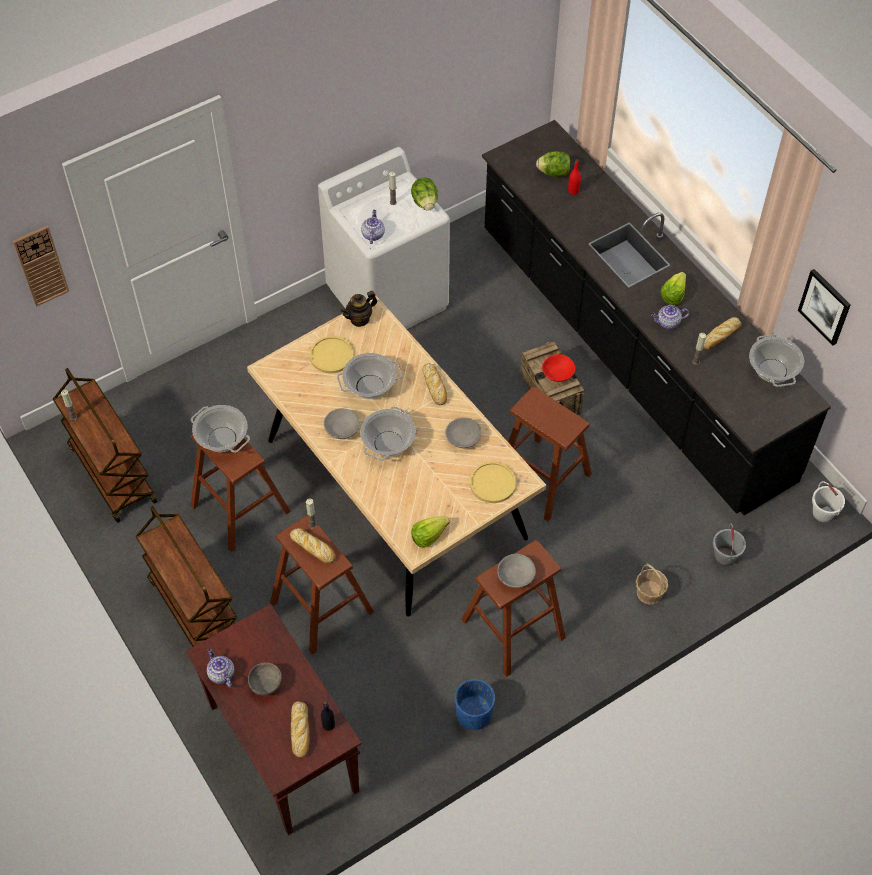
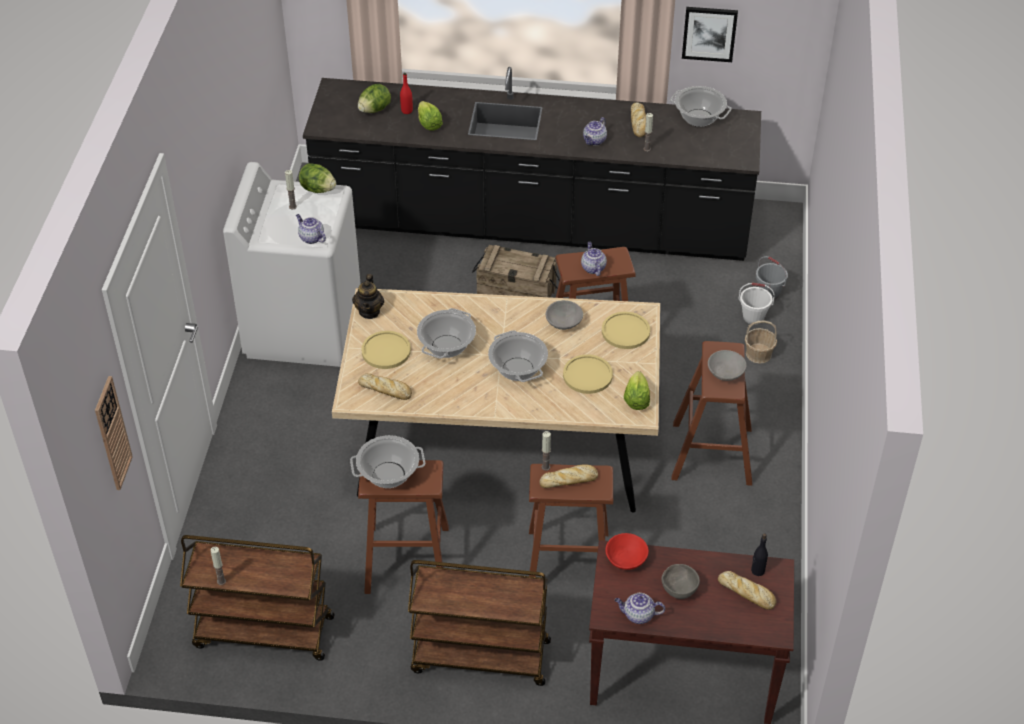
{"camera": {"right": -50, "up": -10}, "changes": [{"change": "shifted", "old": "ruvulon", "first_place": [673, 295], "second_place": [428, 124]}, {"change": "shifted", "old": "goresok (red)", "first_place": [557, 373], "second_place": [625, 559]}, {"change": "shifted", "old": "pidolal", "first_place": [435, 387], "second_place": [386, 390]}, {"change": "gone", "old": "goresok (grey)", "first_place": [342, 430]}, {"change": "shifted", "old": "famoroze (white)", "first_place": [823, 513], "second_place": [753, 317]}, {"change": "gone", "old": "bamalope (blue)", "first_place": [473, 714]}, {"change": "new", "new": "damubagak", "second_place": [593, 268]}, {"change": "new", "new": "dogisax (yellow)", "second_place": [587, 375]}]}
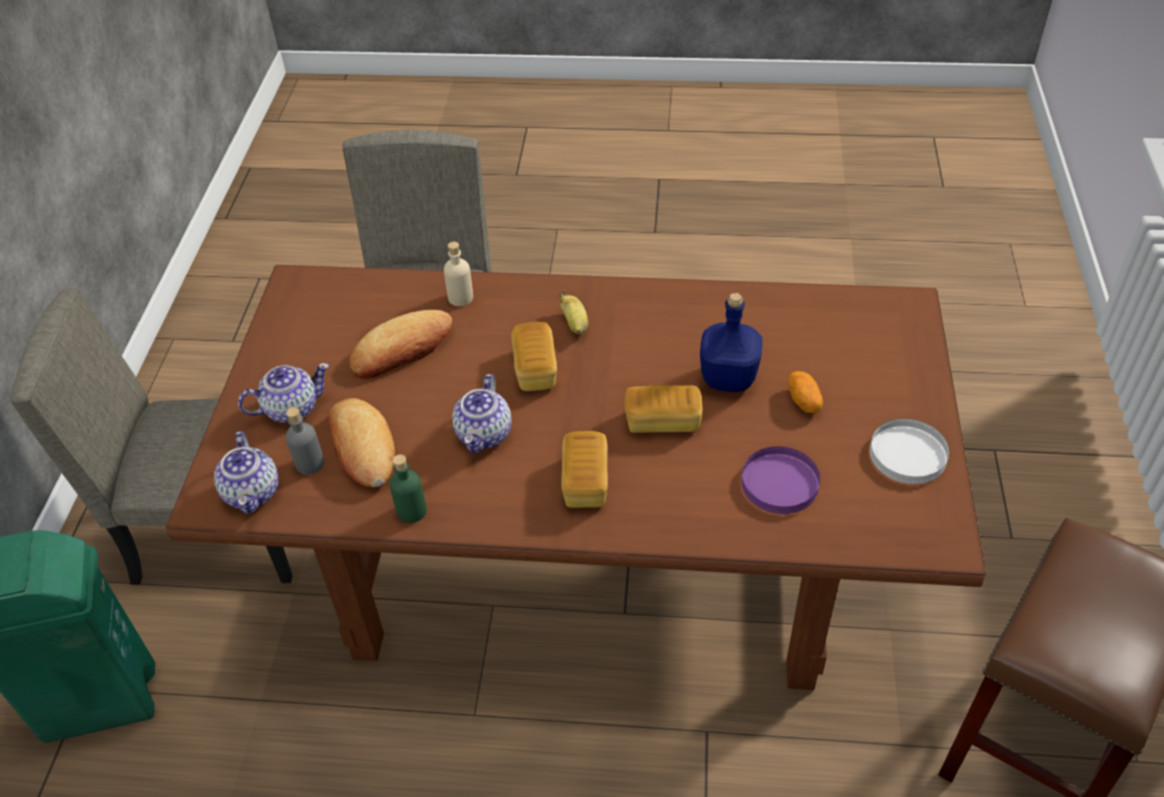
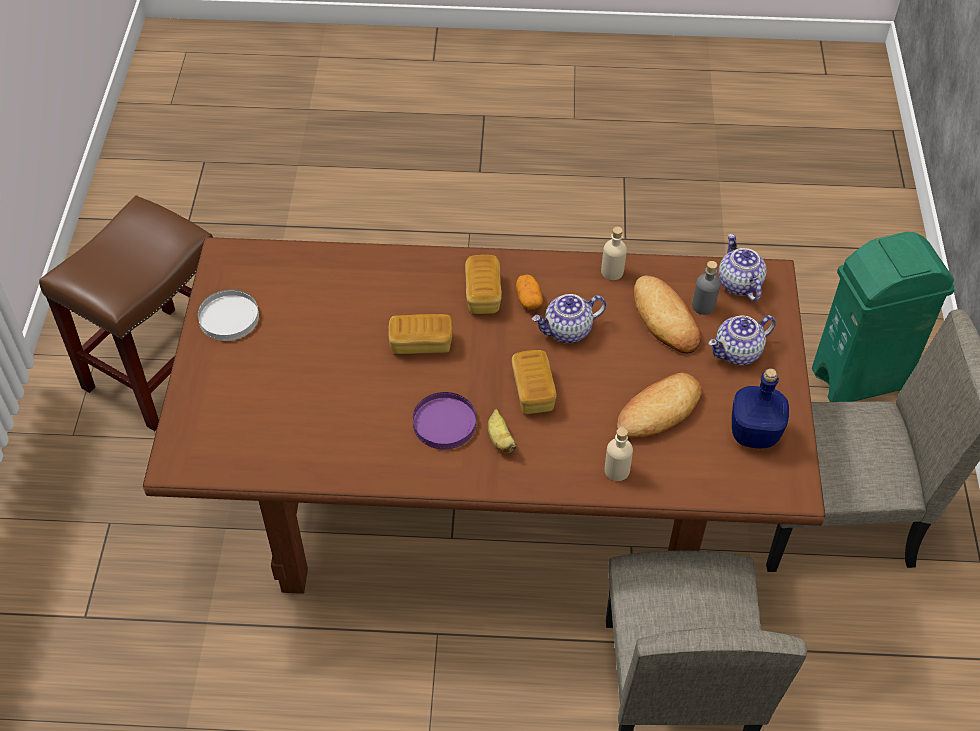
{"camera": {"right": 175, "up": 5}, "changes": [{"change": "shifted", "old": "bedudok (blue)", "first_place": [727, 378], "second_place": [755, 433]}, {"change": "shifted", "old": "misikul", "first_place": [804, 401], "second_place": [528, 299]}, {"change": "rotated", "old": "damubagak", "first_place": [484, 434], "second_place": [567, 331], "degrees": -120}, {"change": "shifted", "old": "dogisax (purple)", "first_place": [780, 482], "second_place": [444, 423]}, {"change": "repainted", "old": "bedudok (green)", "new": "bedudok (beige)", "first_place": [411, 511], "second_place": [612, 272]}]}
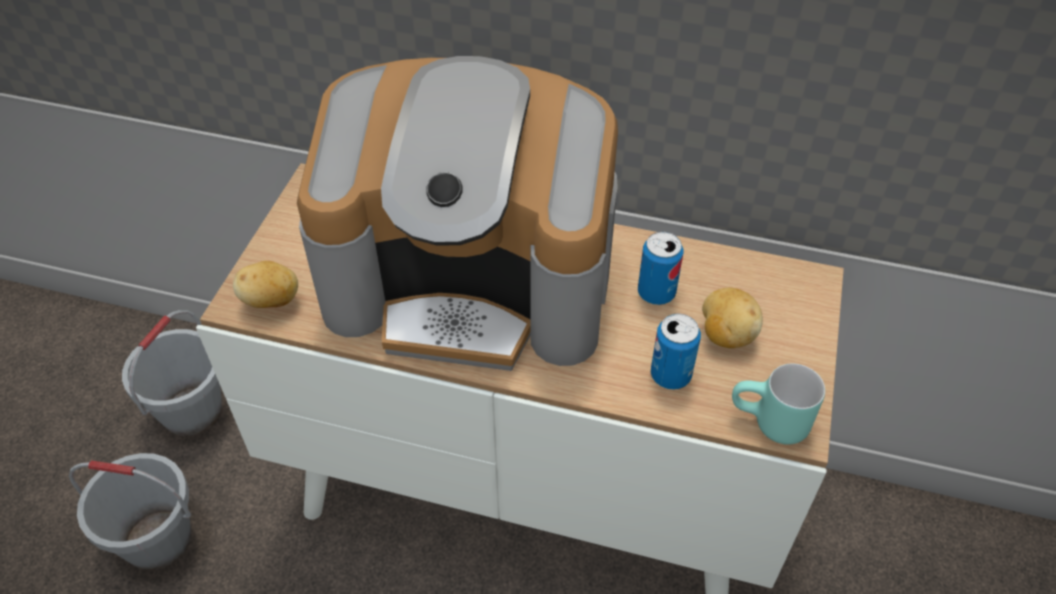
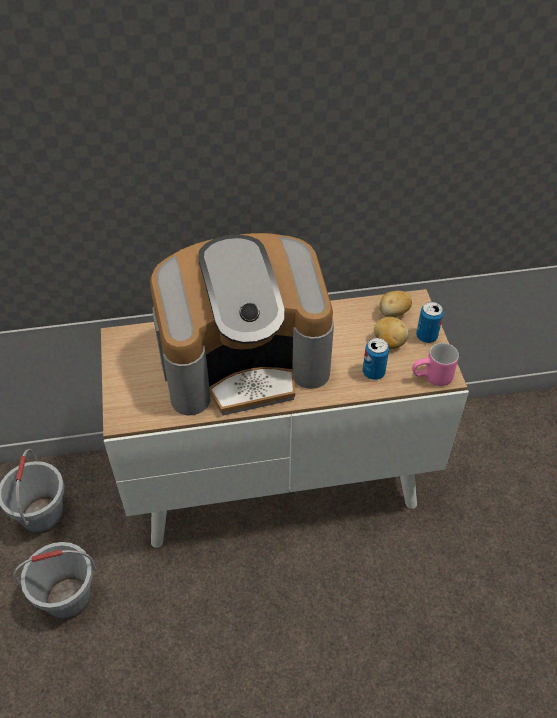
{"camera": {"right": -25, "up": 0}, "changes": [{"change": "shifted", "old": "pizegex", "first_place": [656, 293], "second_place": [426, 336]}, {"change": "shifted", "old": "misikul", "first_place": [271, 301], "second_place": [393, 313]}, {"change": "repainted", "old": "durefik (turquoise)", "new": "durefik (pink)", "first_place": [768, 425], "second_place": [432, 379]}]}
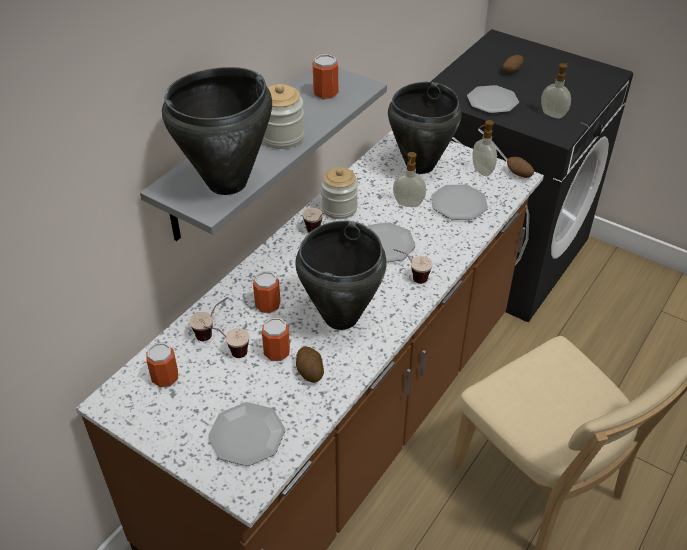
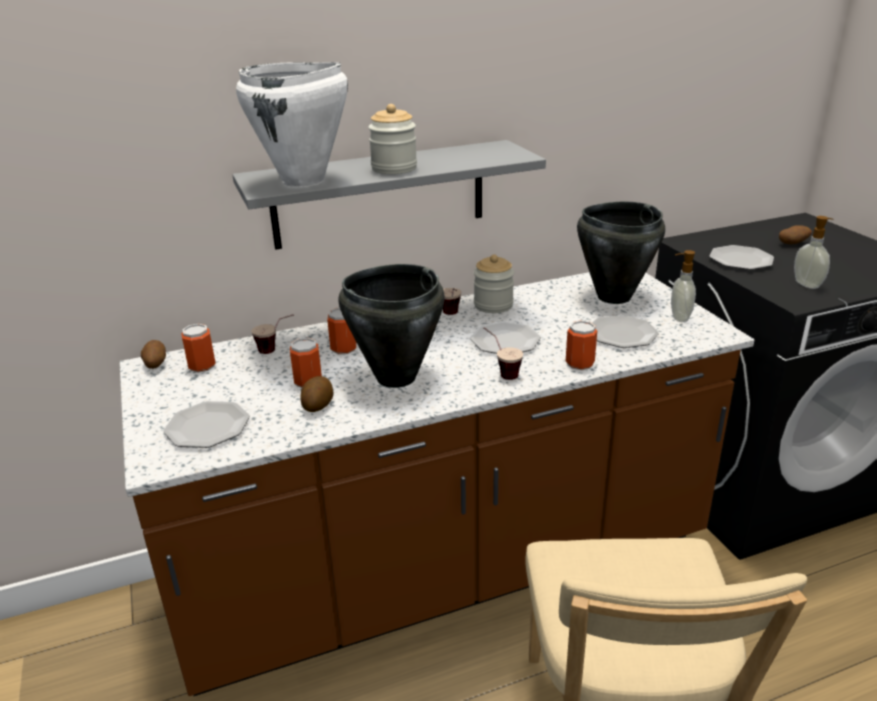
{"camera": {"right": 35, "up": -15}, "changes": [{"change": "shifted", "old": "pizegex", "first_place": [325, 93], "second_place": [579, 364]}, {"change": "repainted", "old": "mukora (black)", "new": "mukora (white)", "first_place": [228, 183], "second_place": [303, 181]}, {"change": "gone", "old": "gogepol", "first_place": [408, 204]}, {"change": "shifted", "old": "misikul", "first_place": [518, 174], "second_place": [155, 364]}, {"change": "gone", "old": "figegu", "first_place": [229, 352]}]}
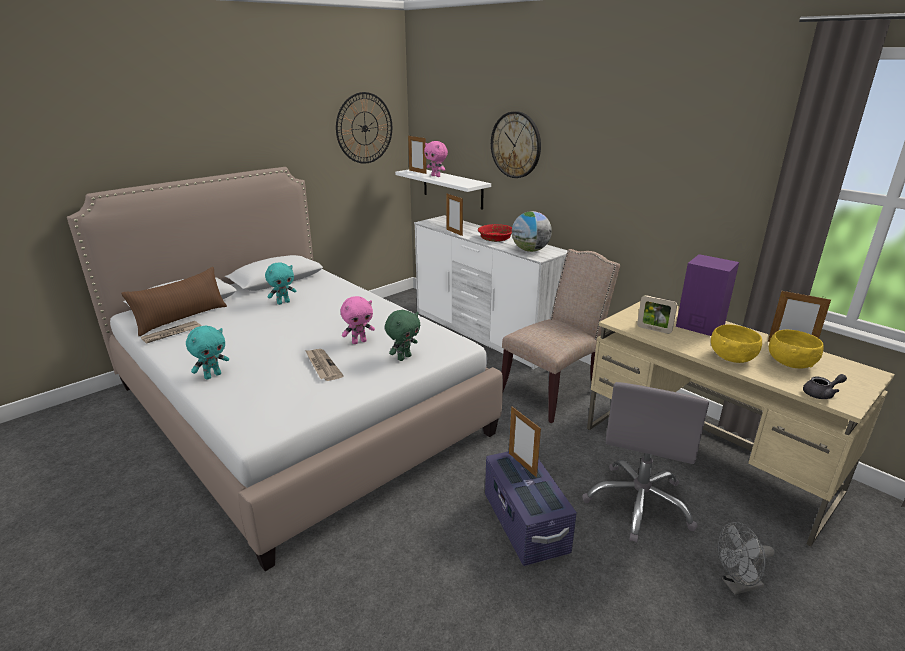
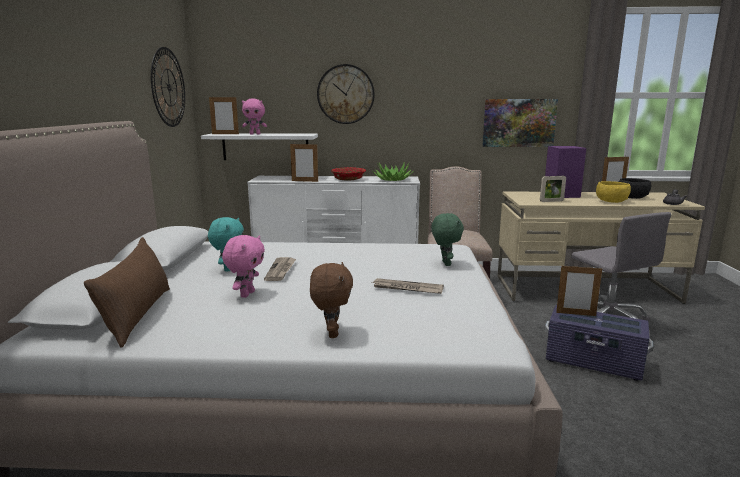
{"camera": {"right": -45, "up": -10}, "changes": [{"change": "swapped", "old": "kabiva", "new": "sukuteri", "first_place": [530, 250], "second_place": [392, 180]}, {"change": "shifted", "old": "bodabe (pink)", "first_place": [359, 342], "second_place": [246, 294]}, {"change": "shifted", "old": "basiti", "first_place": [171, 334], "second_place": [281, 270]}, {"change": "repainted", "old": "bodabe (turquoise)", "new": "bodabe (brown)", "first_place": [213, 375], "second_place": [331, 333]}, {"change": "repainted", "old": "goresok (yellow)", "new": "goresok (black)", "first_place": [790, 363], "second_place": [632, 198]}, {"change": "gone", "old": "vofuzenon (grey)", "first_place": [737, 585]}, {"change": "new", "new": "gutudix", "second_place": [519, 123]}]}
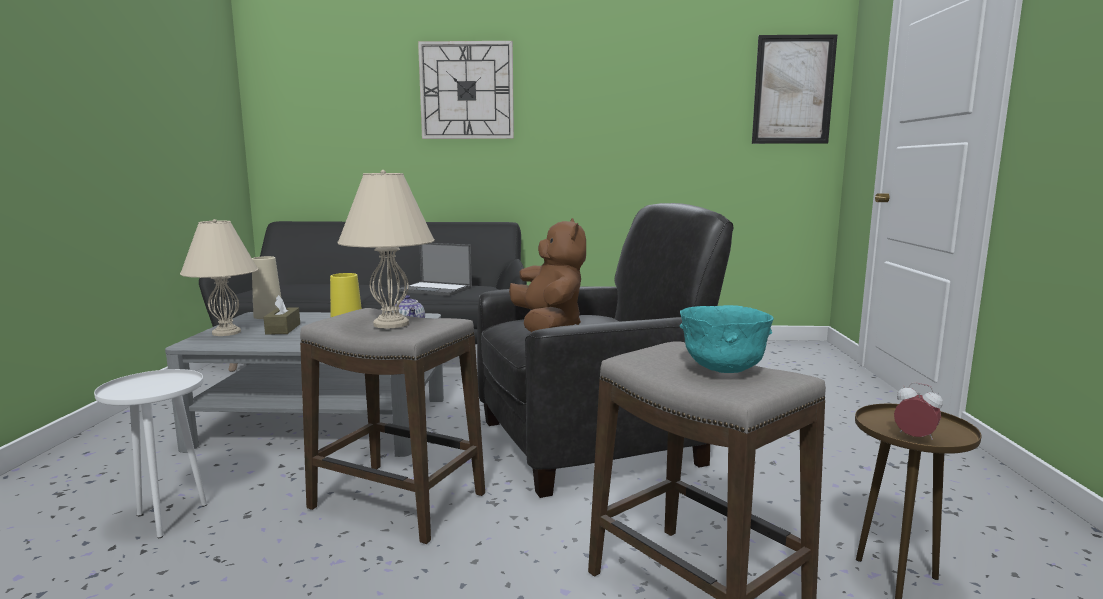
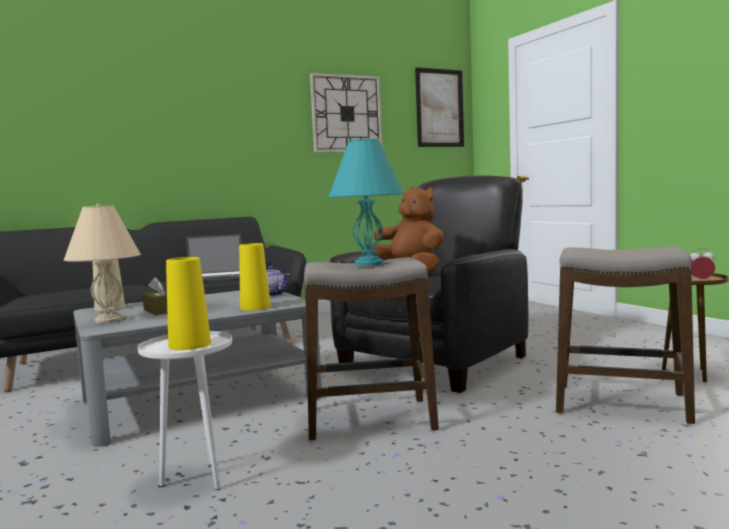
{"camera": {"right": -30, "up": -5}, "changes": [{"change": "shifted", "old": "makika", "first_place": [467, 91], "second_place": [346, 114]}, {"change": "repainted", "old": "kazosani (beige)", "new": "kazosani (turquoise)", "first_place": [391, 324], "second_place": [369, 264]}, {"change": "gone", "old": "goresok (turquoise)", "first_place": [723, 370]}, {"change": "new", "new": "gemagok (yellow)", "second_place": [190, 344]}]}
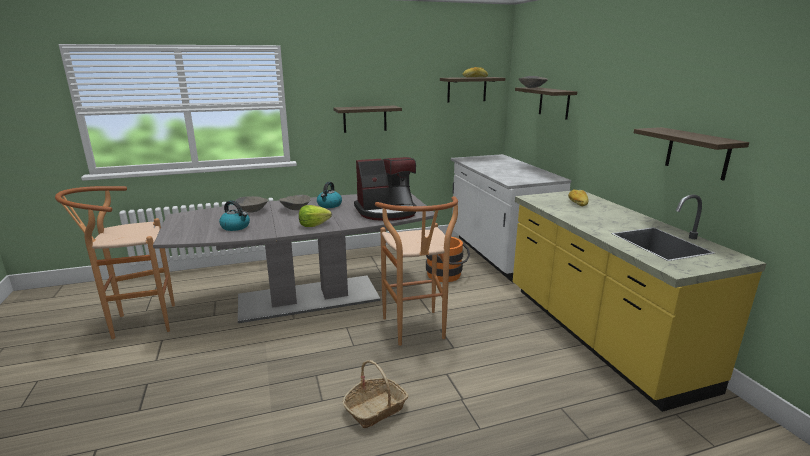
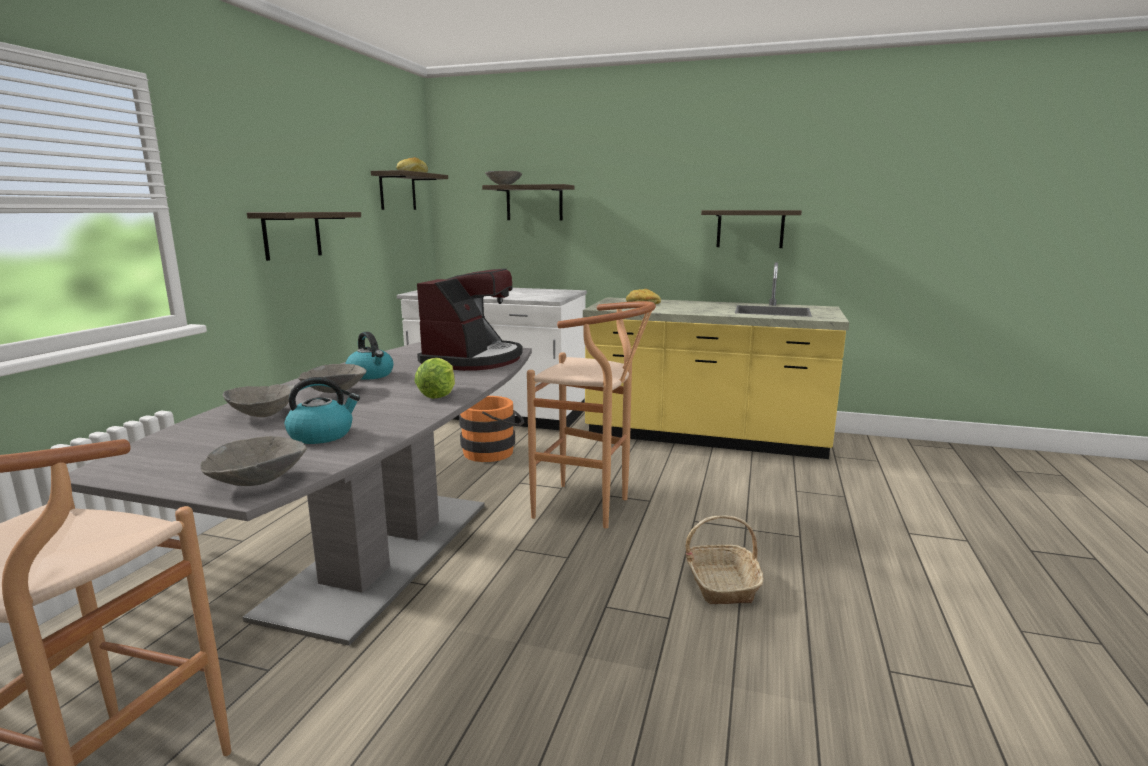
{"camera": {"right": -55, "up": -5}, "changes": [{"change": "new", "new": "goresok (grey)", "second_place": [258, 482]}]}
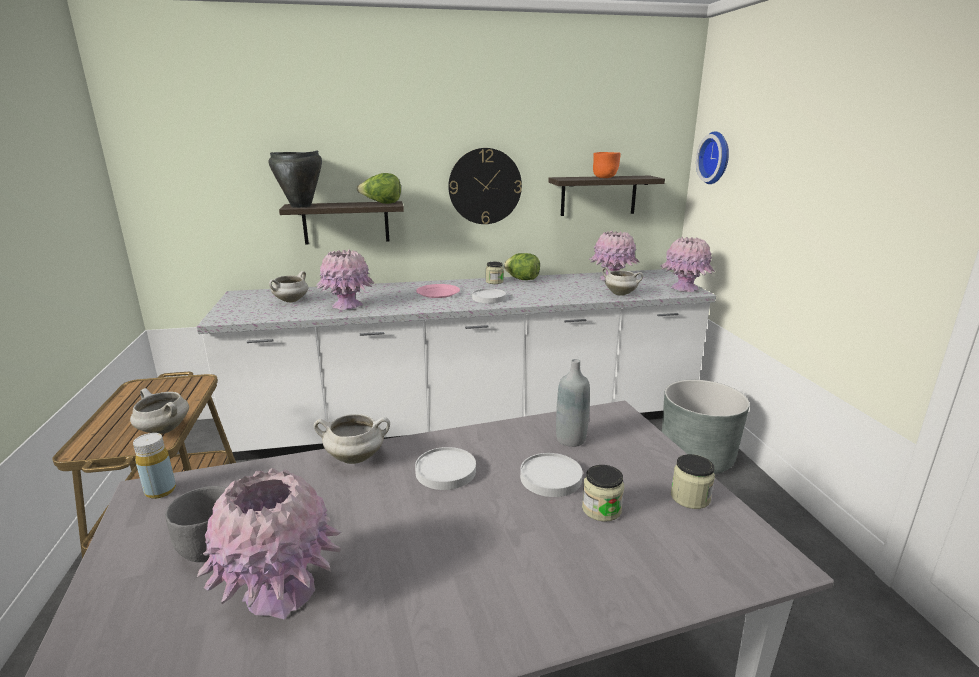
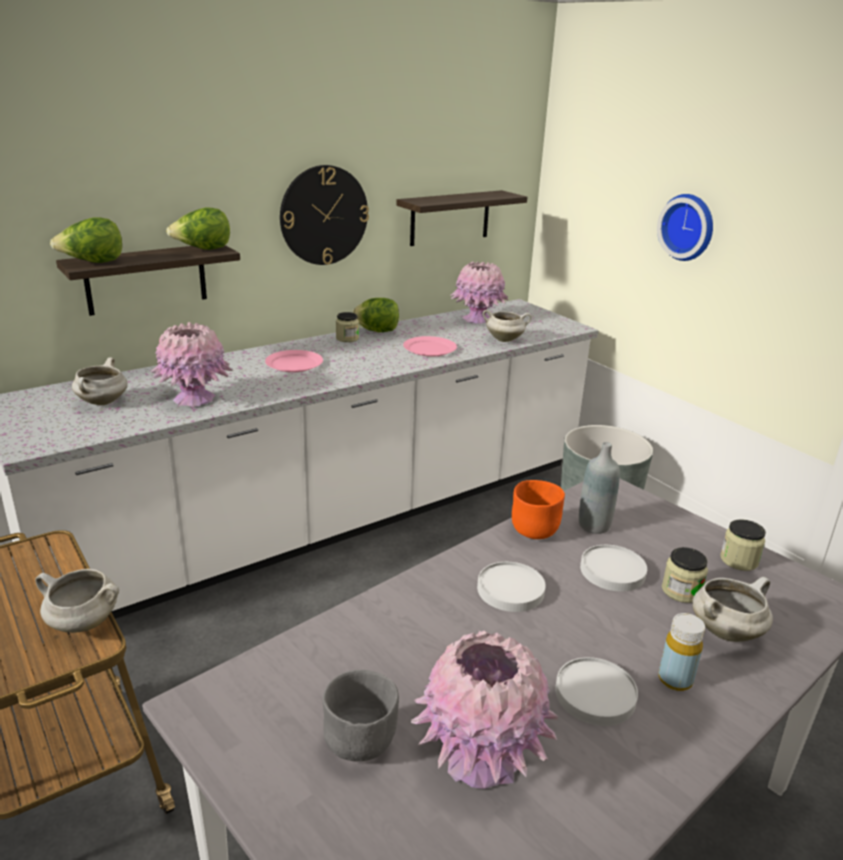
{"camera": {"right": -25, "up": 5}, "changes": [{"change": "shifted", "old": "makika", "first_place": [716, 158], "second_place": [688, 227]}, {"change": "swapped", "old": "mukora (black)", "new": "ruvulon", "first_place": [301, 206], "second_place": [93, 263]}, {"change": "shifted", "old": "goresok (orange)", "first_place": [605, 177], "second_place": [534, 531]}, {"change": "gone", "old": "gemagok (pink)", "first_place": [684, 288]}, {"change": "shifted", "old": "dogisax (white)", "first_place": [489, 298], "second_place": [595, 695]}, {"change": "shifted", "old": "mukora (white)", "first_place": [356, 457], "second_place": [726, 631]}, {"change": "shifted", "old": "bedudok (yellow)", "first_place": [160, 491], "second_place": [675, 680]}, {"change": "new", "new": "dogisax (pink)", "second_place": [429, 349]}]}
